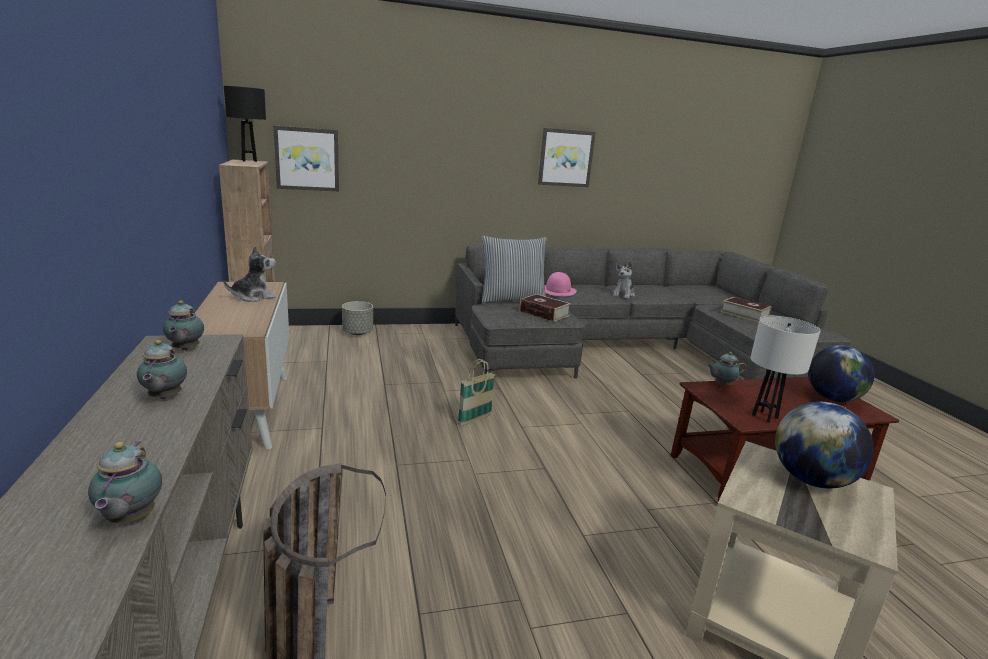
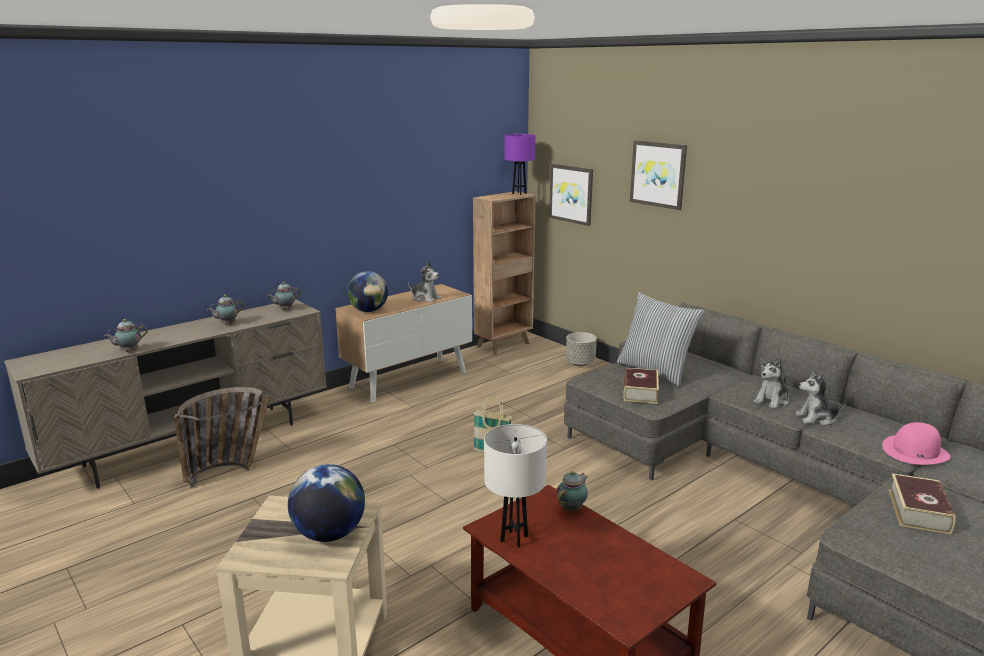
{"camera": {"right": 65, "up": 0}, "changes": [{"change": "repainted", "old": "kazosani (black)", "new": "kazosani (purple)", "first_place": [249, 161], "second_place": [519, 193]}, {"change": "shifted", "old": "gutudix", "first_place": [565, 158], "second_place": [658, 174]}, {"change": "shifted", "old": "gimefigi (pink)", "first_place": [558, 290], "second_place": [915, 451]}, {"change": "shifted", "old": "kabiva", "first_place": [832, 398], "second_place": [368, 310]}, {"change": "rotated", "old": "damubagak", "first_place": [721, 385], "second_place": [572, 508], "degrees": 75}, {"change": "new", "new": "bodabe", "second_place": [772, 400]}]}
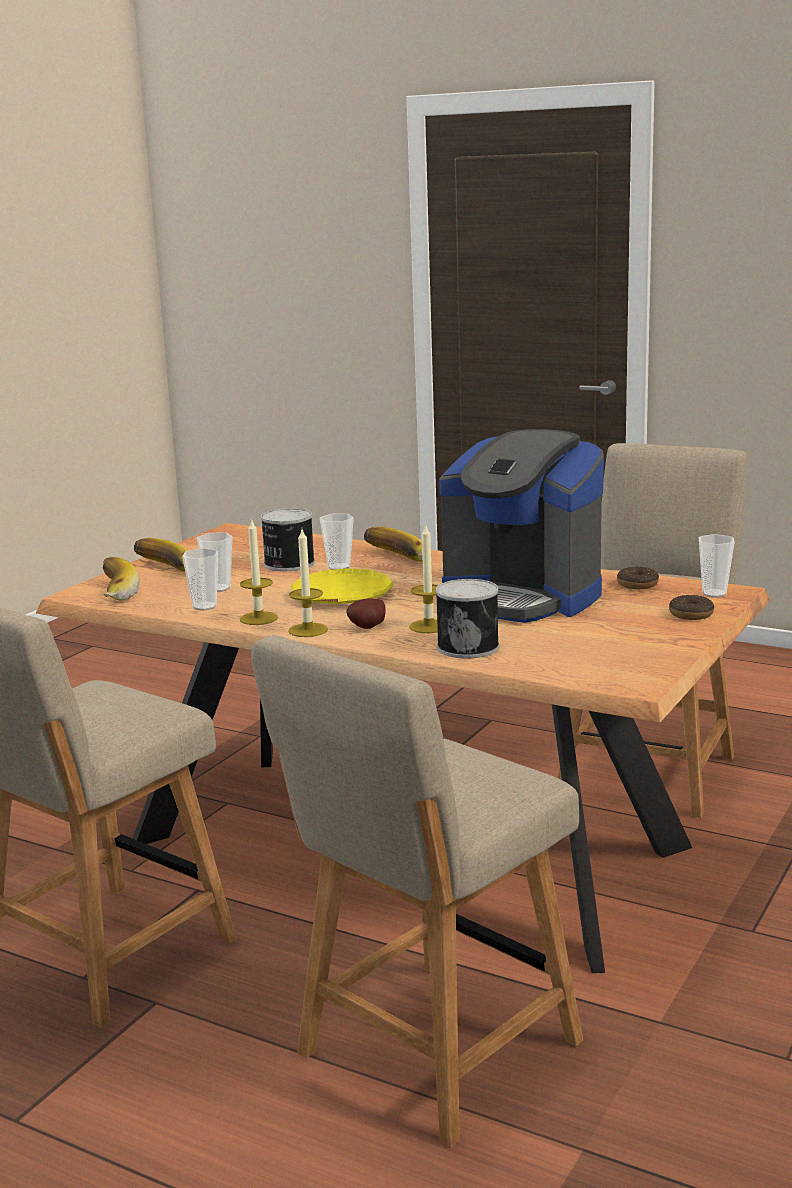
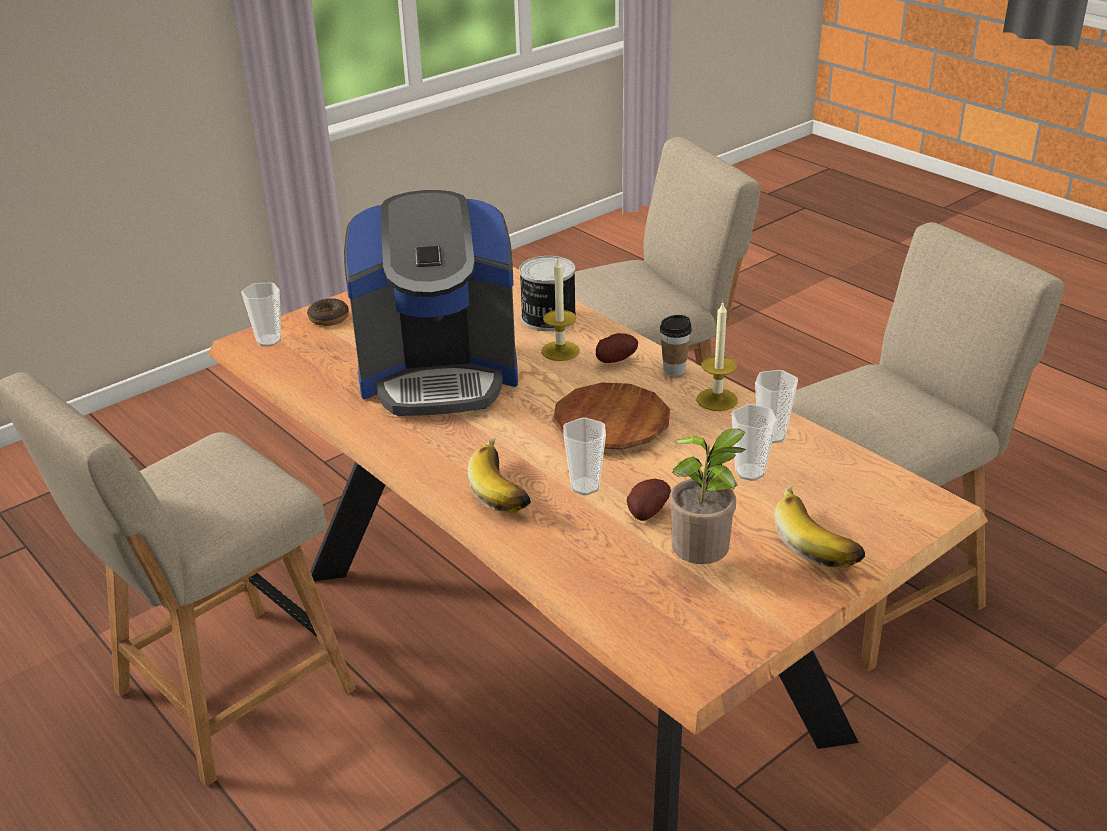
{"camera": {"right": -160, "up": 15}, "changes": [{"change": "rotated", "old": "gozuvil", "first_place": [521, 597], "second_place": [439, 375], "degrees": 120}, {"change": "swapped", "old": "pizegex", "new": "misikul", "first_place": [288, 564], "second_place": [645, 513]}, {"change": "swapped", "old": "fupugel", "new": "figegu", "first_place": [308, 630], "second_place": [674, 370]}, {"change": "gone", "old": "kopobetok", "first_place": [111, 594]}, {"change": "gone", "old": "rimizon", "first_place": [637, 584]}, {"change": "repainted", "old": "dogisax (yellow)", "new": "dogisax (brown)", "first_place": [342, 594], "second_place": [611, 424]}, {"change": "new", "new": "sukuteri", "second_place": [703, 564]}]}
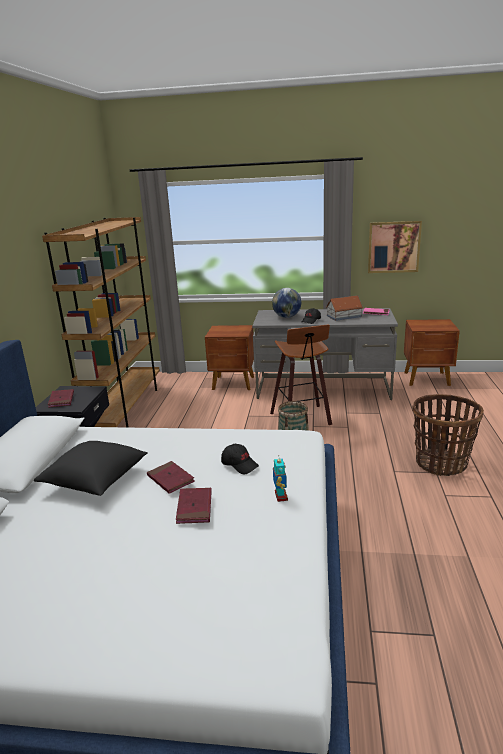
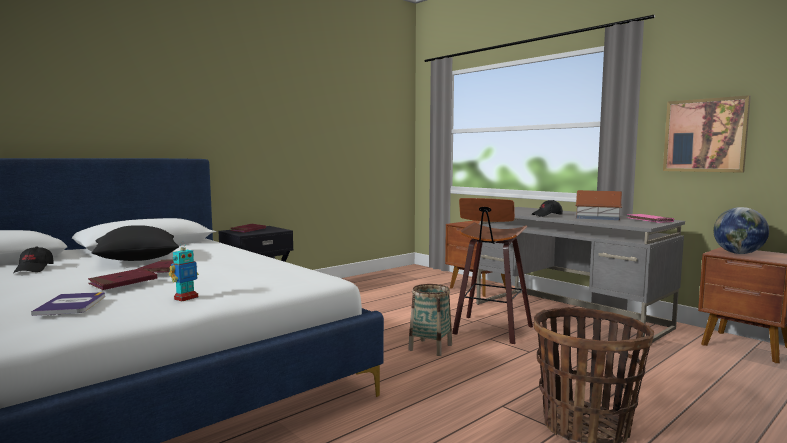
{"camera": {"right": 40, "up": -15}, "changes": [{"change": "gone", "old": "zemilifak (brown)", "first_place": [126, 408]}, {"change": "shifted", "old": "kabiva", "first_place": [286, 317], "second_place": [738, 253]}, {"change": "shifted", "old": "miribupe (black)", "first_place": [240, 464], "second_place": [34, 269]}, {"change": "new", "new": "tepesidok", "second_place": [71, 305]}]}
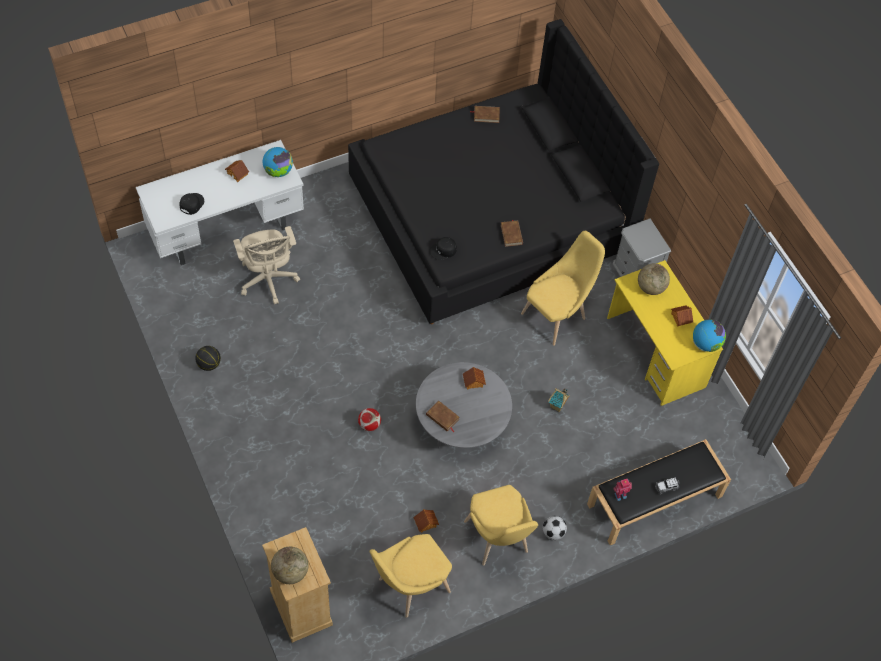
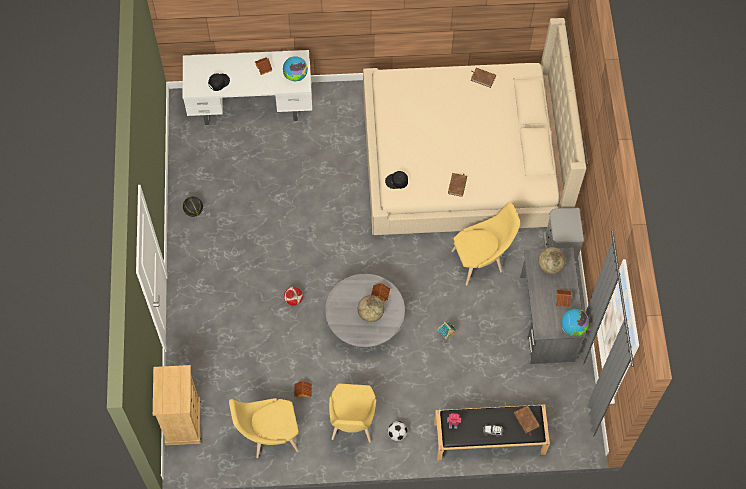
{"camera": {"right": 25, "up": 5}, "changes": [{"change": "repainted", "old": "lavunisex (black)", "new": "lavunisex (beige)", "first_place": [491, 217], "second_place": [464, 162]}, {"change": "gone", "old": "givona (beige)", "first_place": [268, 280]}, {"change": "repainted", "old": "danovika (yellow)", "new": "danovika (grey)", "first_place": [655, 352], "second_place": [546, 319]}, {"change": "shifted", "old": "tepesidok (brown)", "first_place": [442, 417], "second_place": [526, 420]}, {"change": "shifted", "old": "kabiva", "first_place": [290, 572], "second_place": [370, 314]}]}
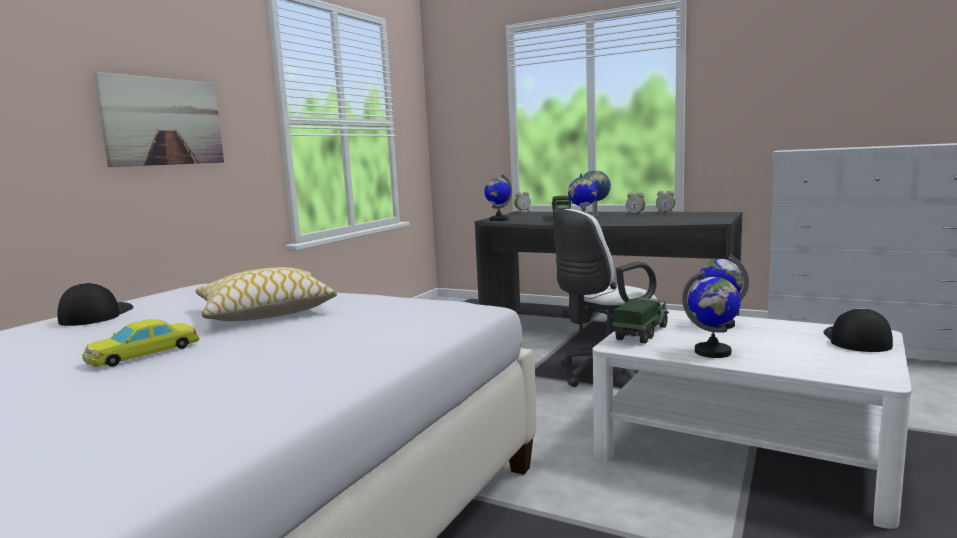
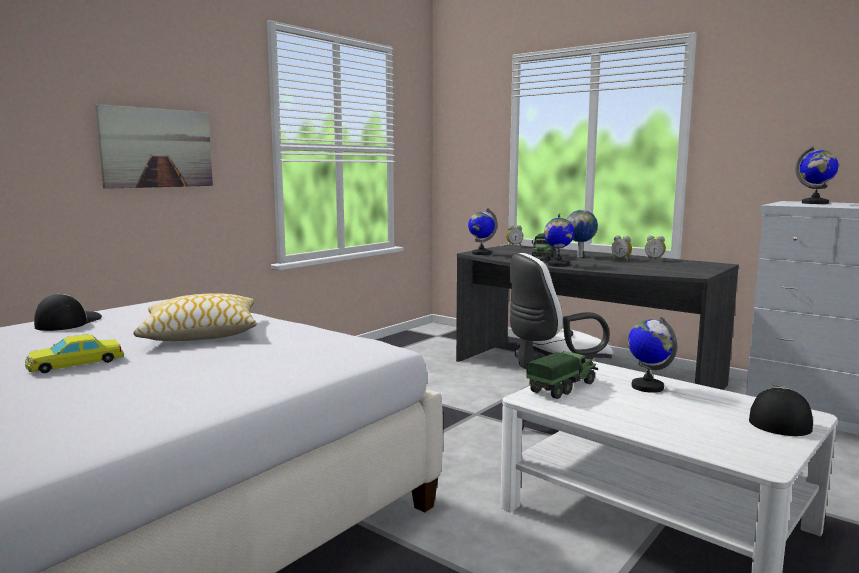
{"camera": {"right": 10, "up": 0}, "changes": [{"change": "shifted", "old": "kabiva", "first_place": [713, 352], "second_place": [815, 203]}]}
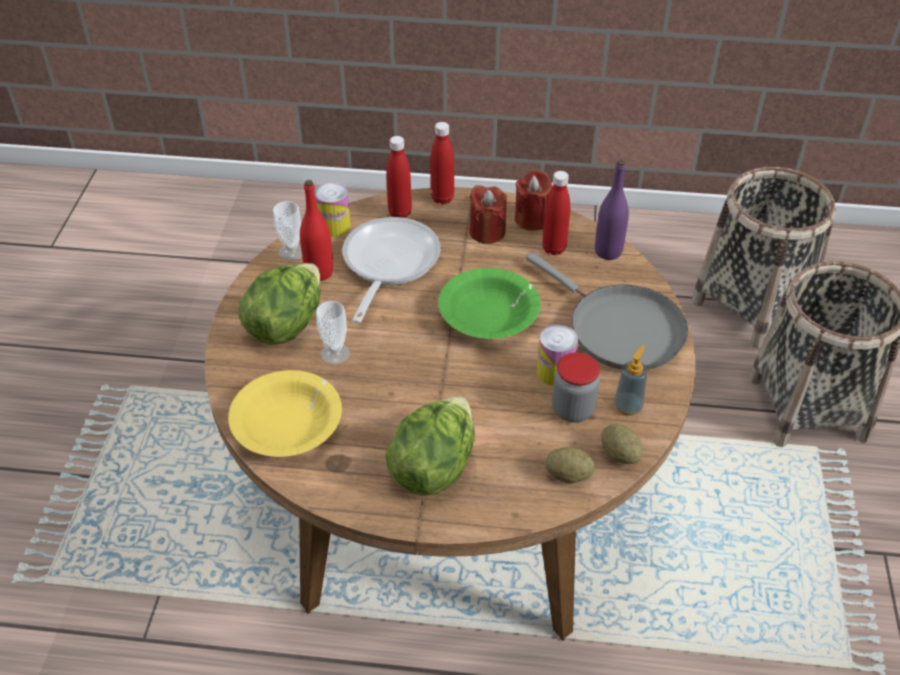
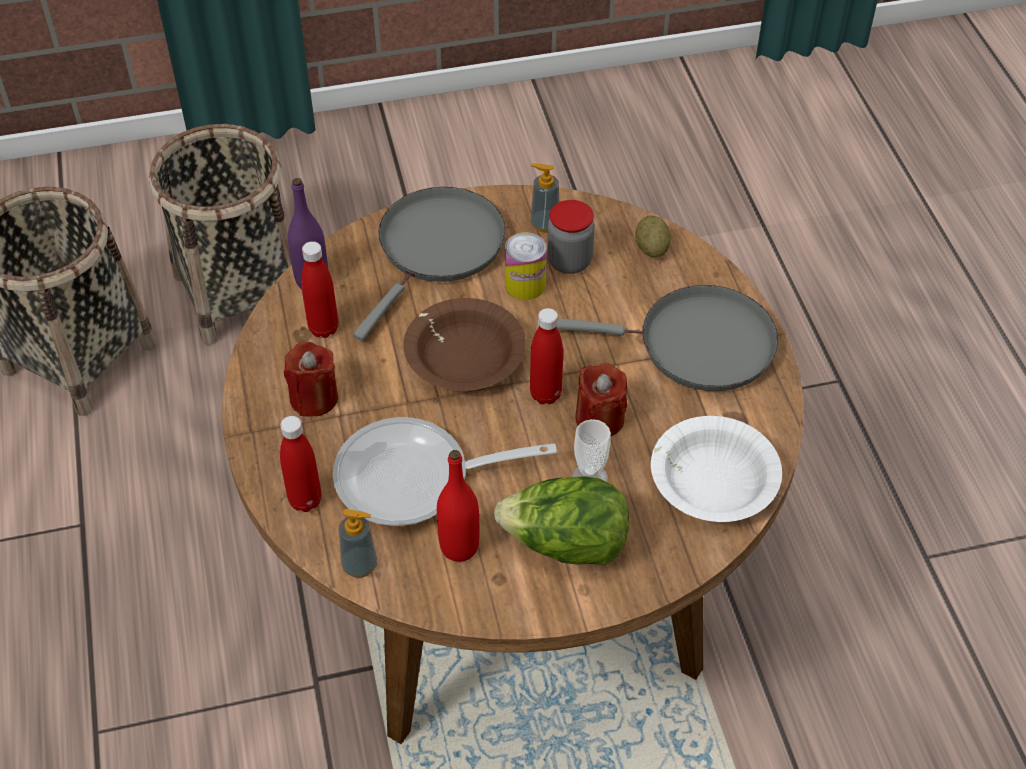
{"camera": {"right": -110, "up": 5}, "changes": [{"change": "shifted", "old": "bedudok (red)", "first_place": [442, 198], "second_place": [545, 394]}, {"change": "shifted", "old": "fupugel (red)", "first_place": [532, 219], "second_place": [599, 419]}, {"change": "swapped", "old": "pizegex", "new": "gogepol", "first_place": [334, 226], "second_place": [360, 565]}, {"change": "gone", "old": "figegu", "first_place": [292, 252]}, {"change": "repainted", "old": "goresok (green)", "new": "goresok (brown)", "first_place": [489, 316], "second_place": [465, 357]}, {"change": "repainted", "old": "goresok (yellow)", "new": "goresok (white)", "first_place": [288, 425], "second_place": [713, 481]}, {"change": "swapped", "old": "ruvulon", "new": "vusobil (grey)", "first_place": [433, 466], "second_place": [697, 345]}, {"change": "gone", "old": "misikul", "first_place": [619, 454]}]}
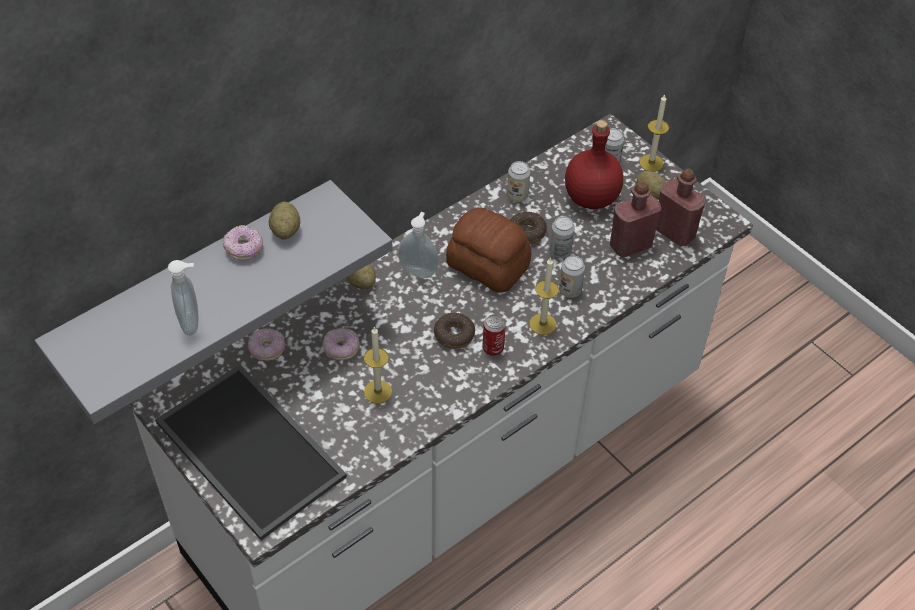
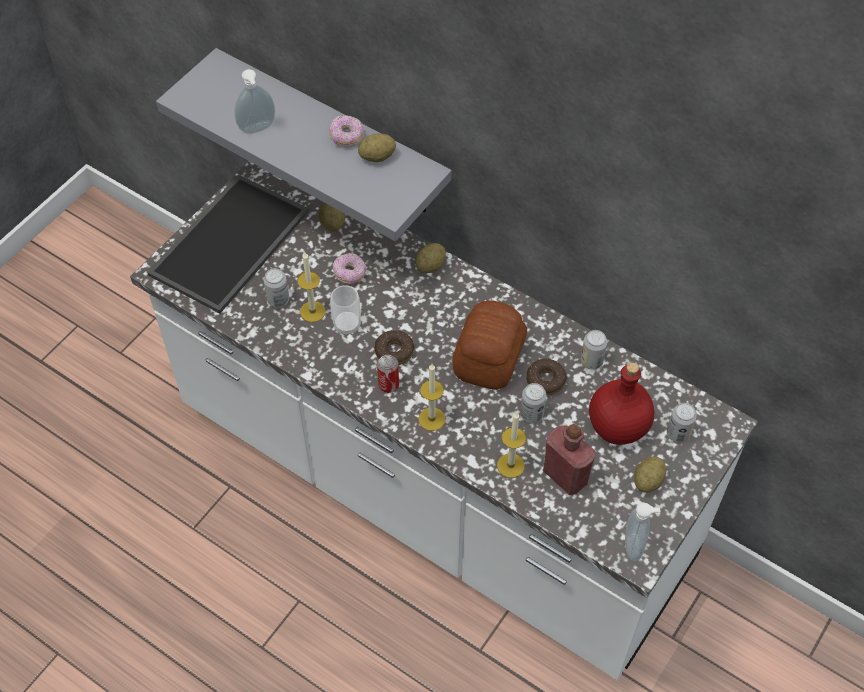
{"camera": {"right": 75, "up": 5}, "changes": [{"change": "shifted", "old": "fupugel", "first_place": [651, 163], "second_place": [510, 465]}, {"change": "gone", "old": "bedudok (red)", "first_place": [674, 232]}, {"change": "shifted", "old": "gogepol", "first_place": [419, 271], "second_place": [635, 546]}, {"change": "shifted", "old": "pizegex", "first_place": [569, 290], "second_place": [278, 300]}, {"change": "swapped", "old": "rimizon", "new": "misikul", "first_place": [267, 350], "second_place": [332, 223]}, {"change": "new", "new": "figegu", "second_place": [347, 325]}]}
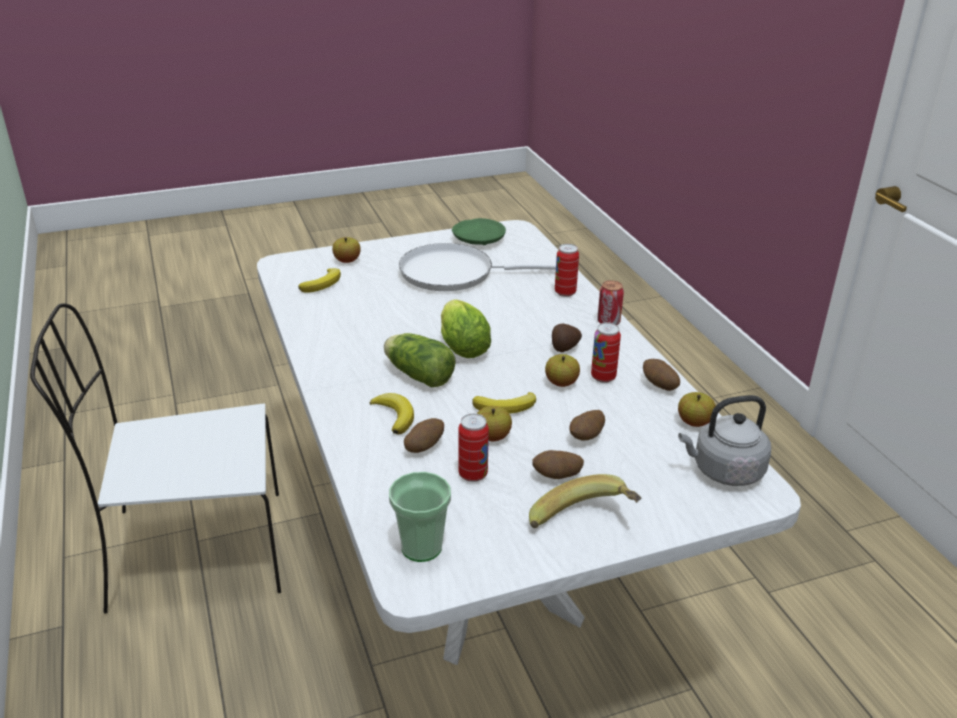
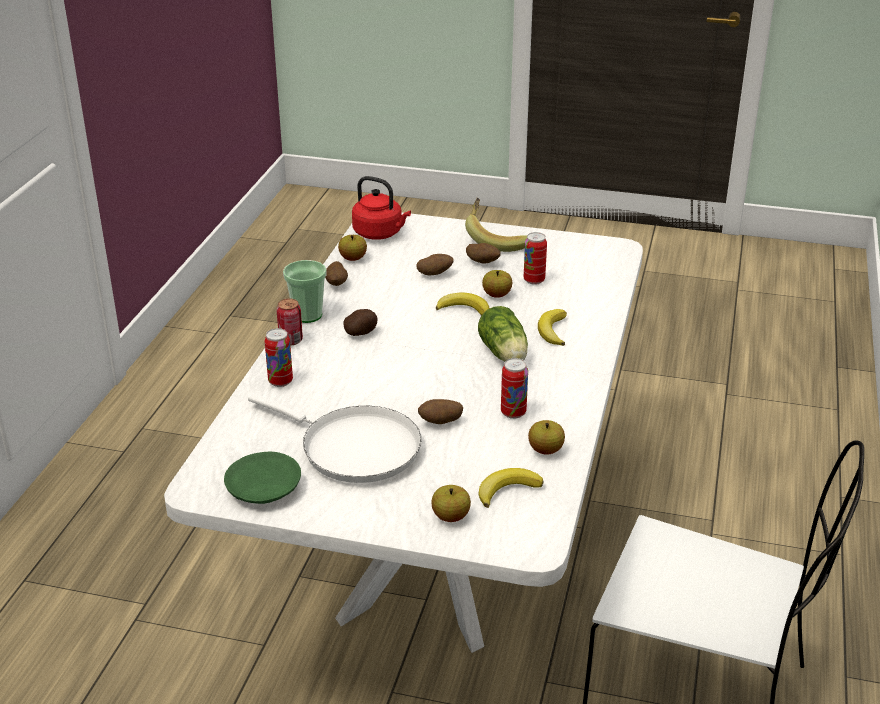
{"camera": {"right": -145, "up": 0}, "changes": [{"change": "gone", "old": "ruvulon", "first_place": [461, 345]}, {"change": "shifted", "old": "pizegex", "first_place": [603, 377], "second_place": [513, 413]}, {"change": "shifted", "old": "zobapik", "first_place": [561, 383], "second_place": [545, 450]}, {"change": "repainted", "old": "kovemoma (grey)", "new": "kovemoma (red)", "first_place": [724, 471], "second_place": [380, 233]}, {"change": "shifted", "old": "misikul", "first_place": [424, 447], "second_place": [440, 422]}, {"change": "shifted", "old": "figegu", "first_place": [421, 547], "second_place": [307, 315]}]}
